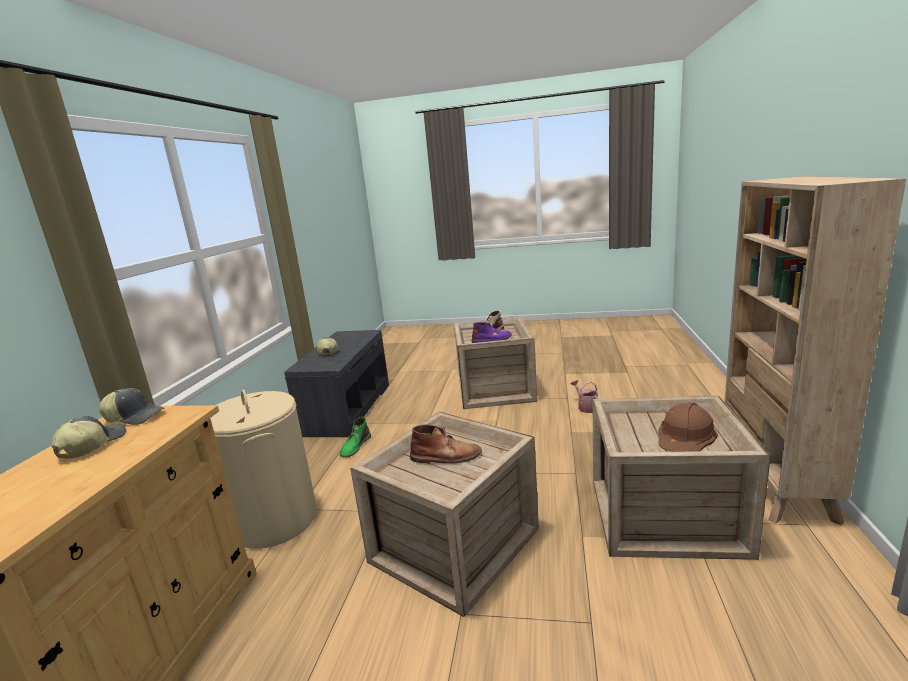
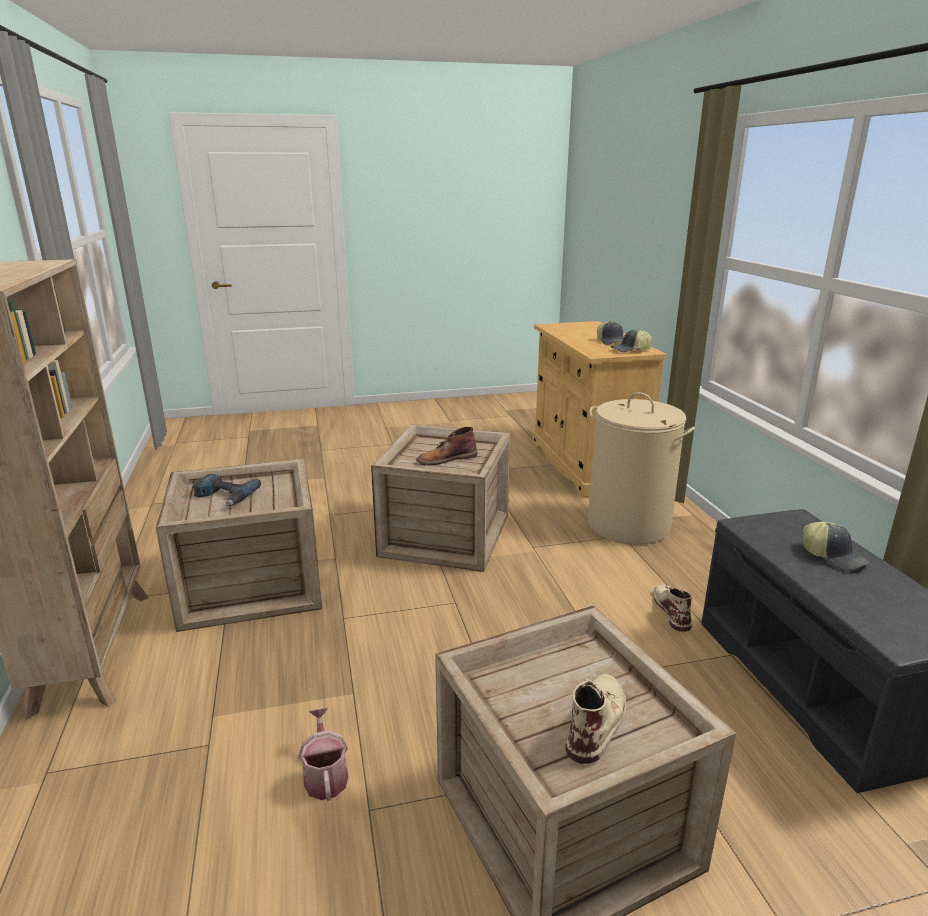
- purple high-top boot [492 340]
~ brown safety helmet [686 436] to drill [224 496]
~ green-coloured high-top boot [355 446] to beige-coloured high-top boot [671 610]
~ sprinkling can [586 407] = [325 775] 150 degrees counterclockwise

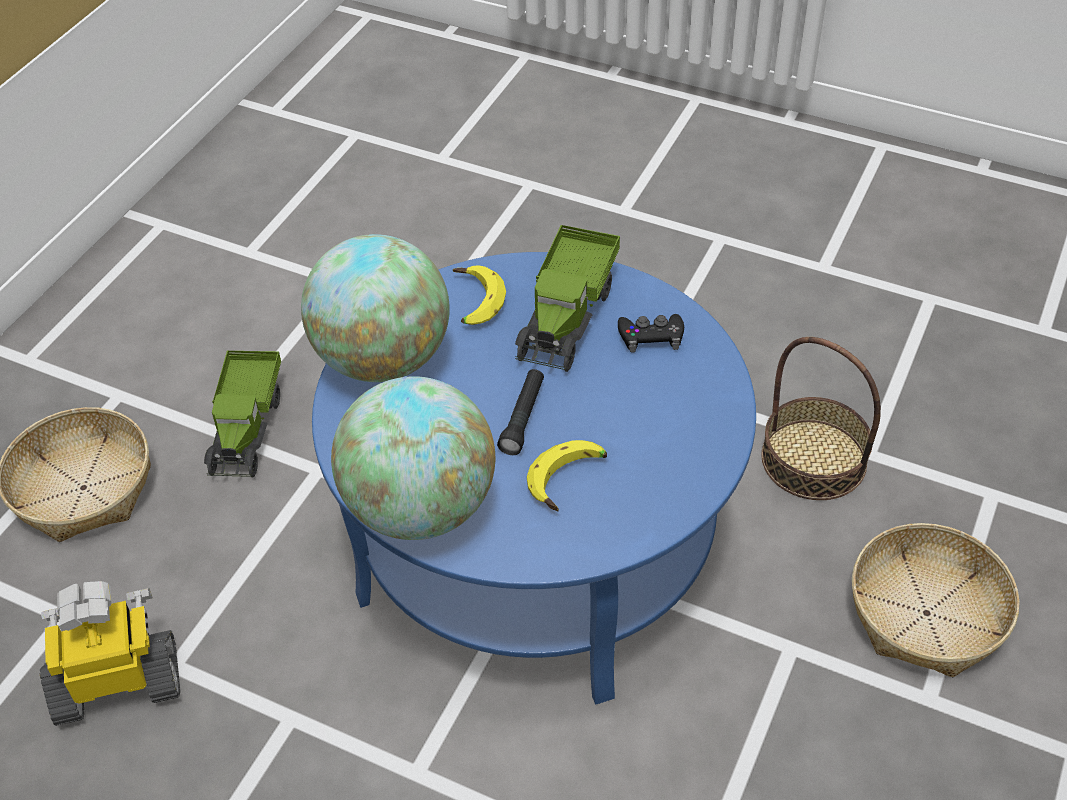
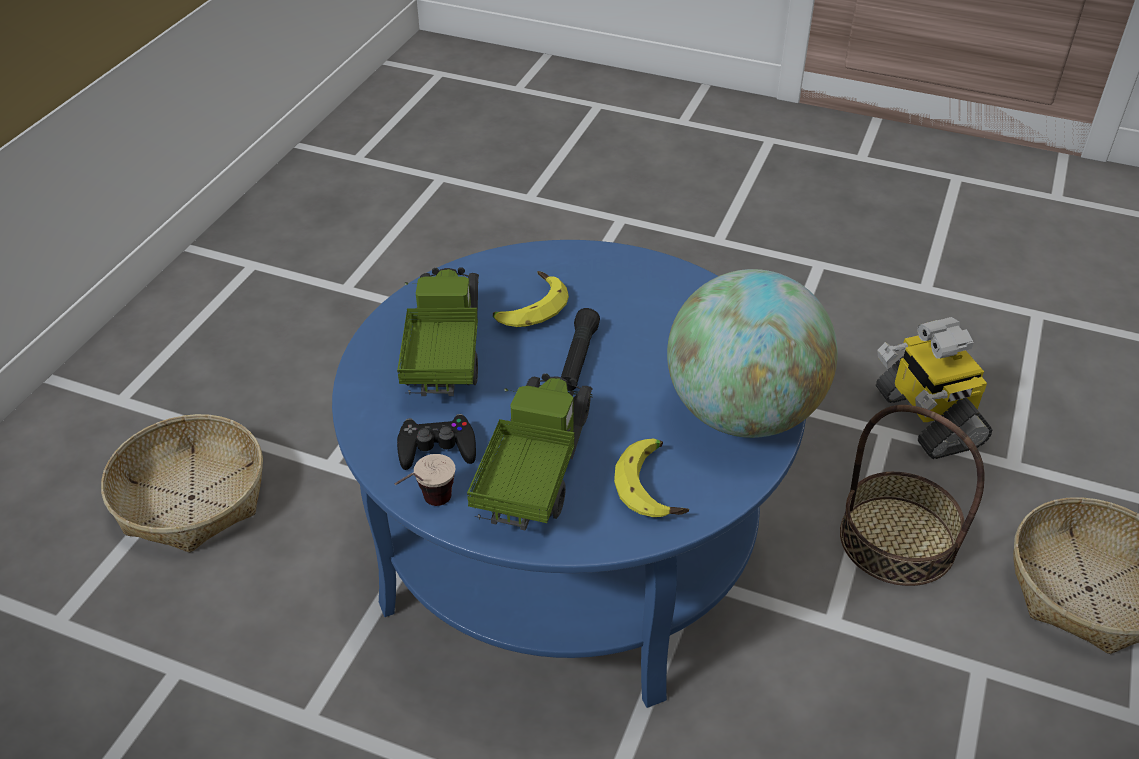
- desk globe [420 507]
+ drinking cup [426 507]
~ toy truck [248 428] to [444 351]
~ household basket [814 459] to [896 540]
~ model robot [119 682] = [926 417] 90 degrees clockwise

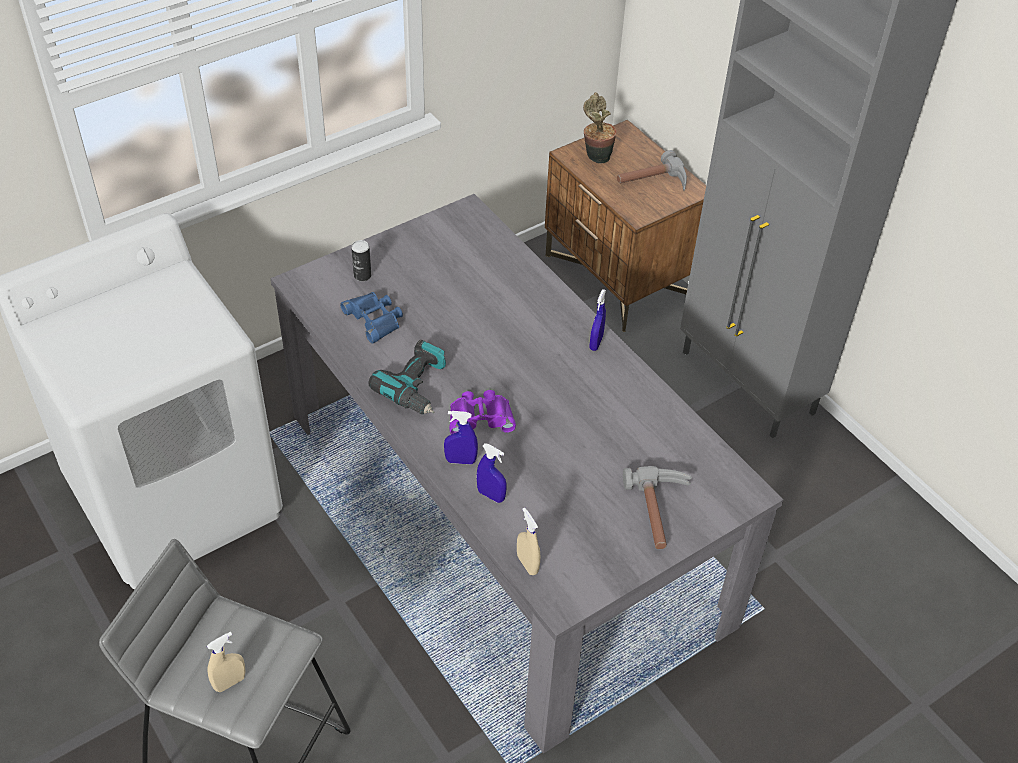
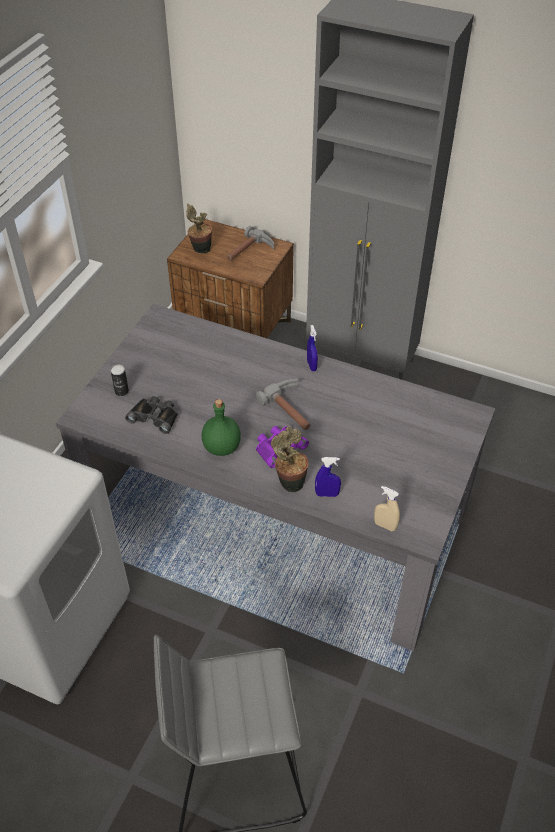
- beige-coloured sprayer [230 682]
~ tool hammer [662 512] to [293 408]
~ drill [417 387] to green-coloured bottle [221 448]
~ blue-coloured sprayer [460 461] to houseplant [289 482]
~ blue-coloured pair of binoculars [374 319] to black-coloured pair of binoculars [155 417]

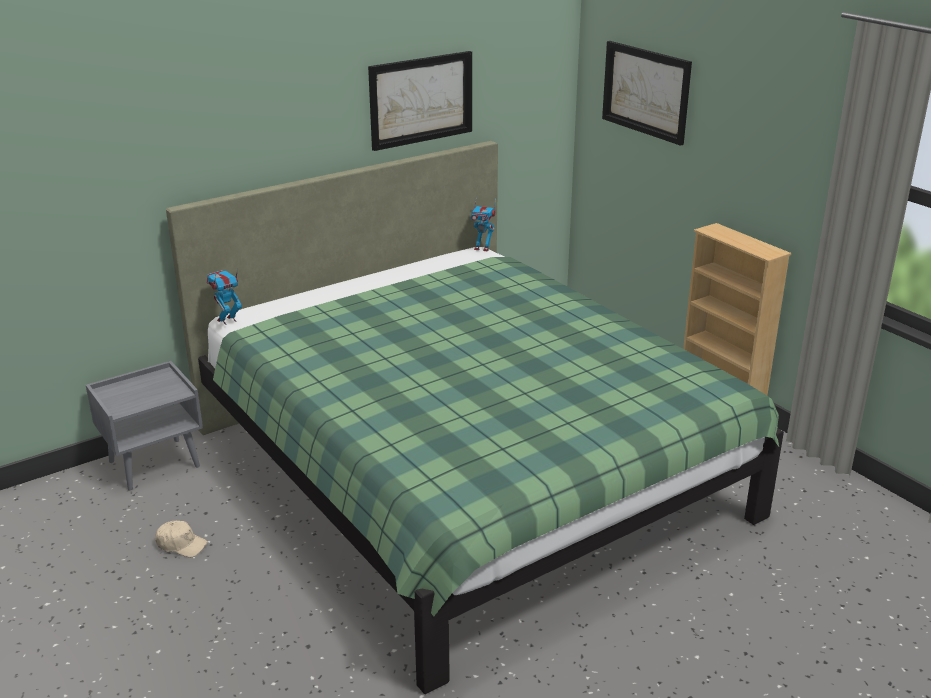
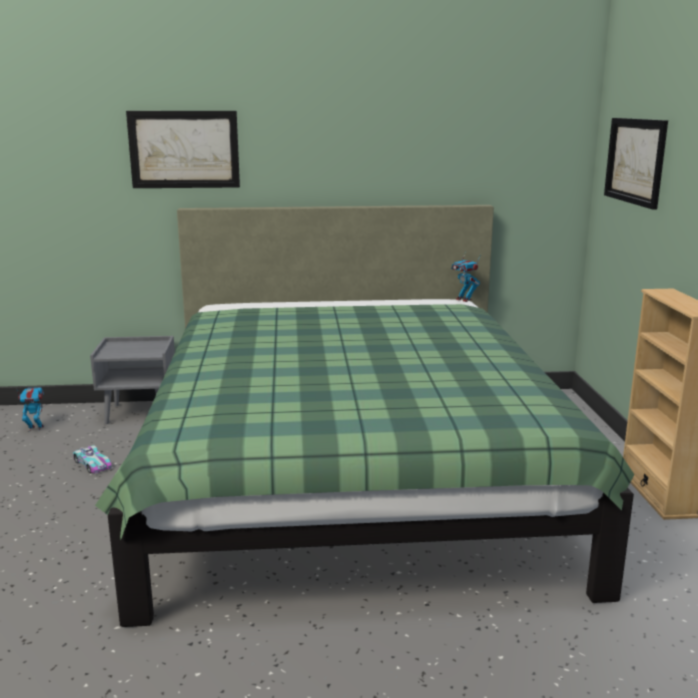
~ model robot [227 320] to [35 428]
~ wall picture [421 99] to [184 149]
~ beige-coloured baseball cap [181 545] to model car [92 464]

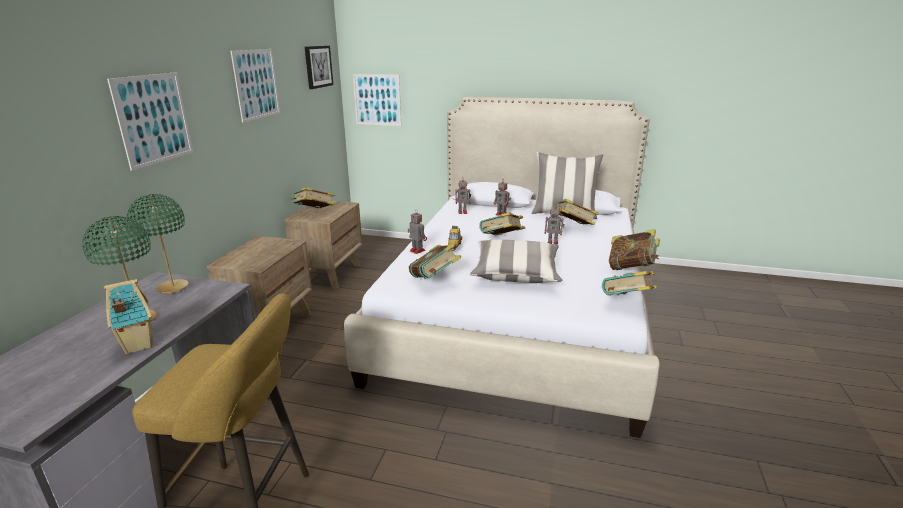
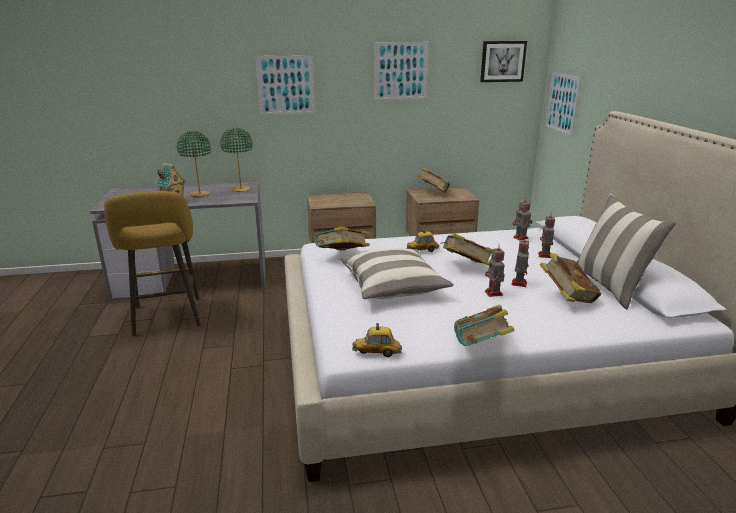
~ model robot [416 250] to [519 283]
~ book [627 303] to model car [377 353]

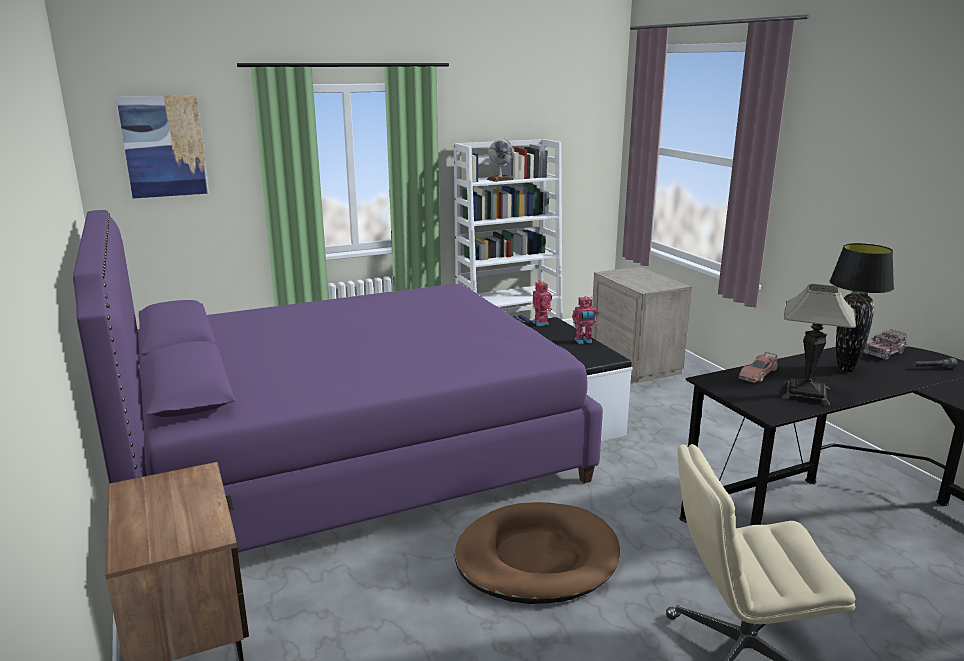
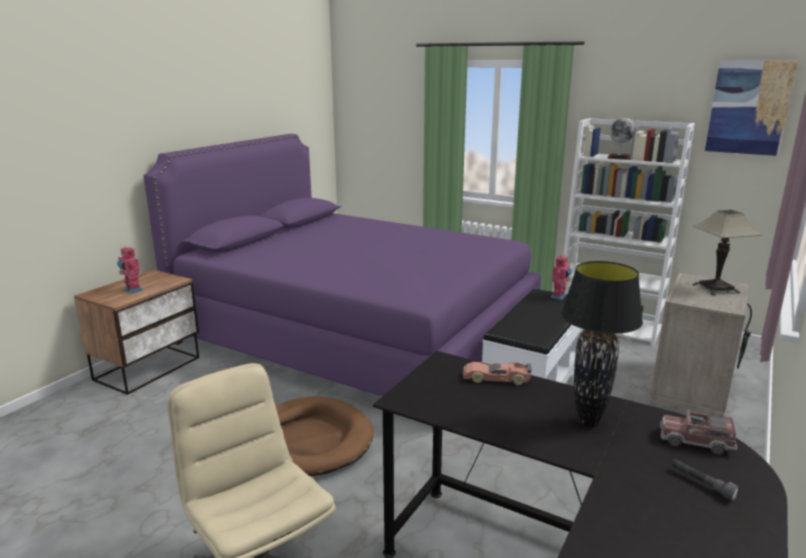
~ wall picture [164 146] to [749 108]
~ model robot [583 341] to [132 290]
~ table lamp [806 394] to [716 289]

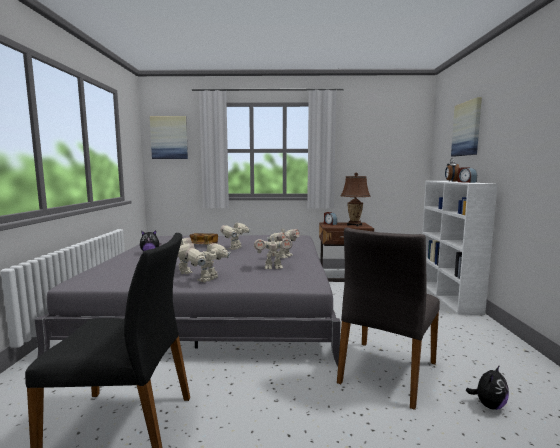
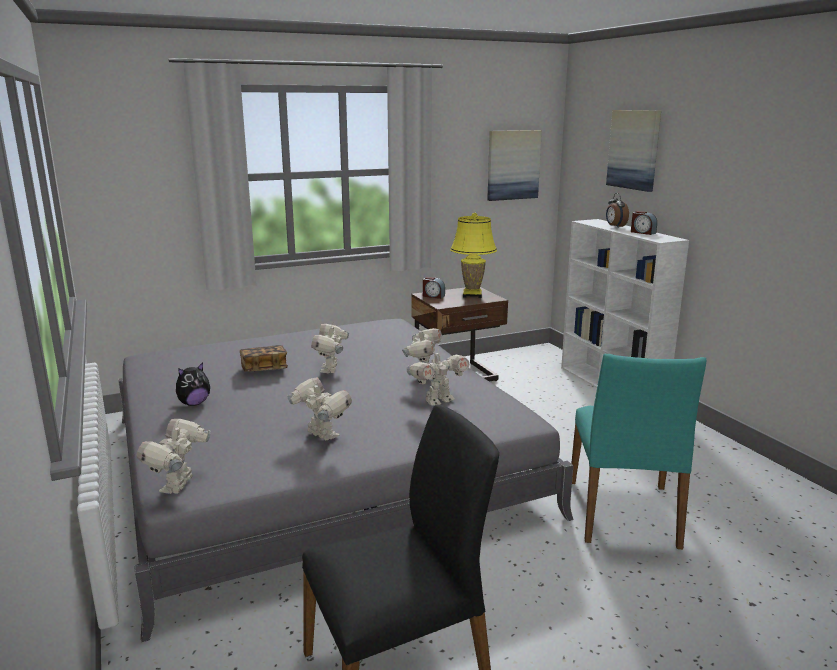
- cuddly toy [488 405]
~ wall picture [169 138] to [513 165]
~ model robot [209 280] to [179 486]
~ gray upright chair [386 372] to blue-green upright chair [624 513]
~ brown table lamp [354 225] to yellow table lamp [472 295]

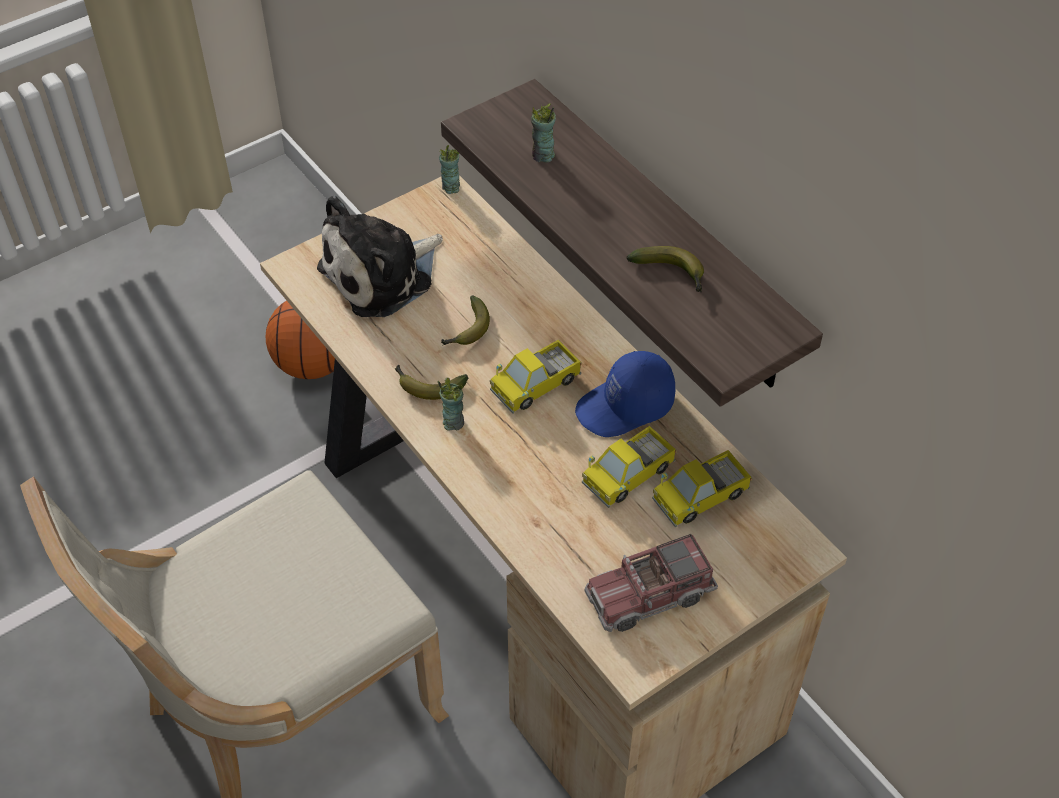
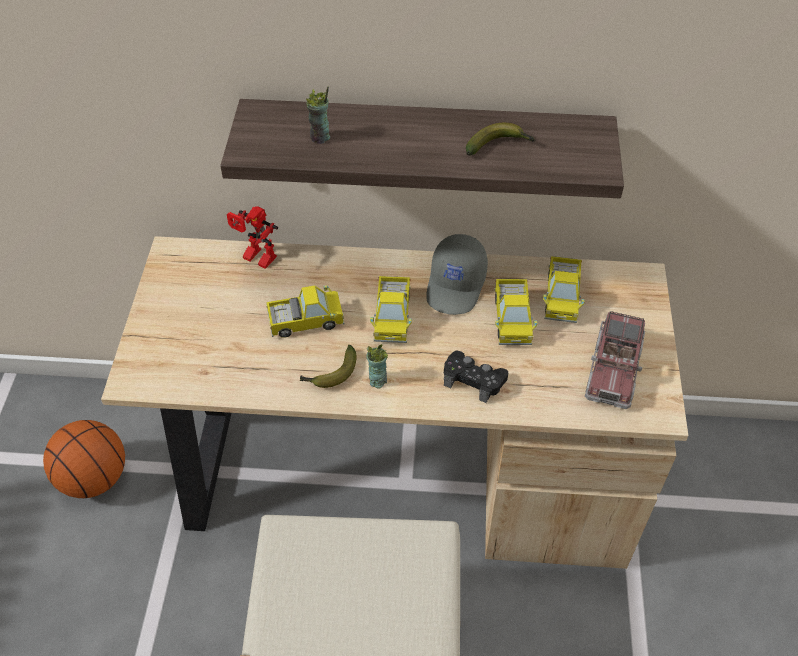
- cuddly toy [382 275]
- drinking cup [450 187]
+ model robot [255 259]
+ black-coloured game controller [473 380]
~ banana [467 330] to toy truck [306 321]
~ blue-coloured baseball cap [625 407] to gray baseball cap [456 285]

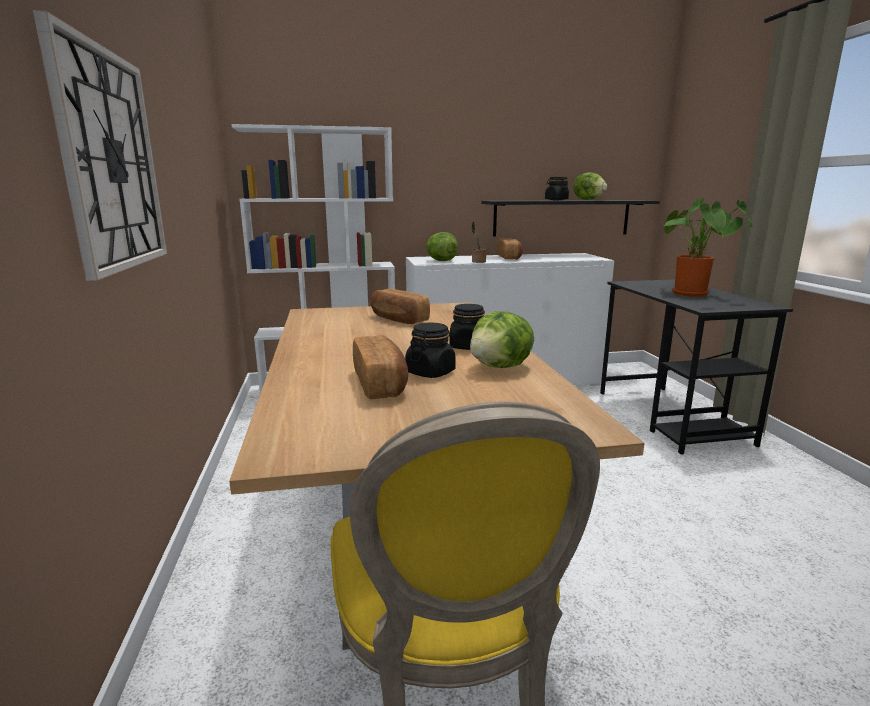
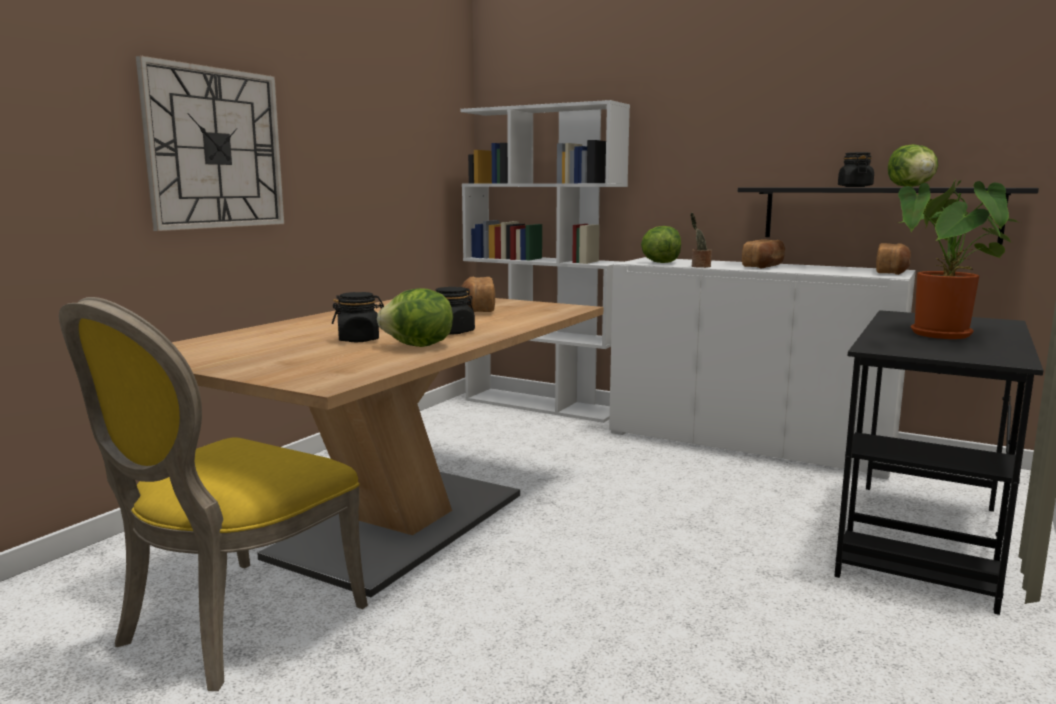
~ bread [381 383] to [892 272]

